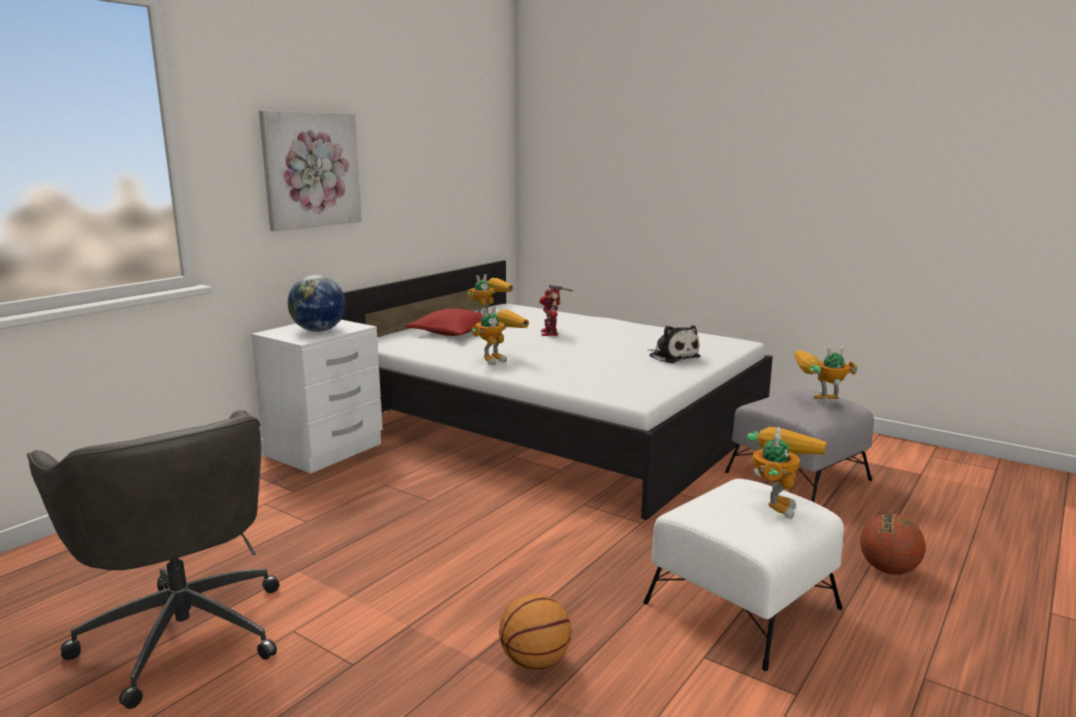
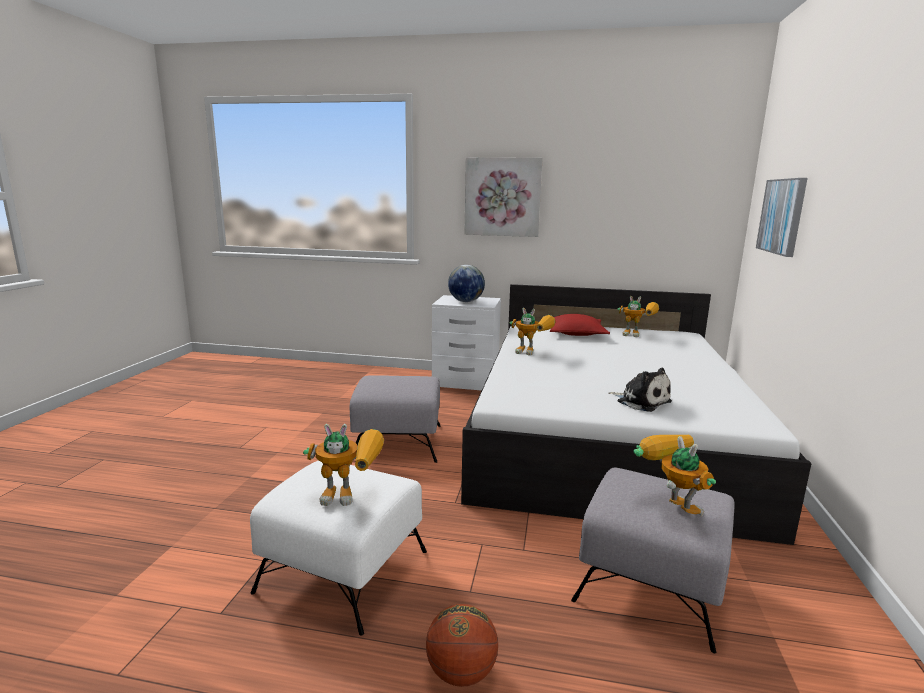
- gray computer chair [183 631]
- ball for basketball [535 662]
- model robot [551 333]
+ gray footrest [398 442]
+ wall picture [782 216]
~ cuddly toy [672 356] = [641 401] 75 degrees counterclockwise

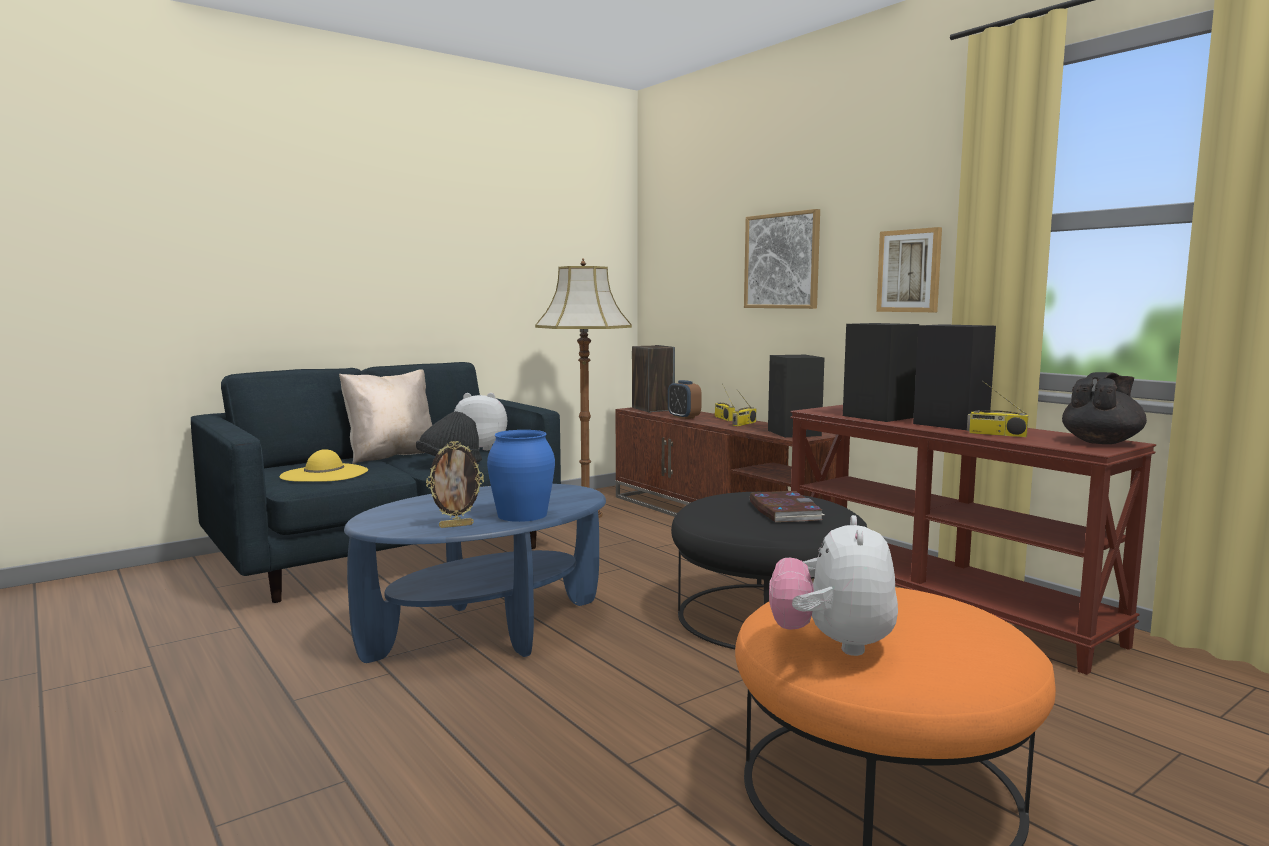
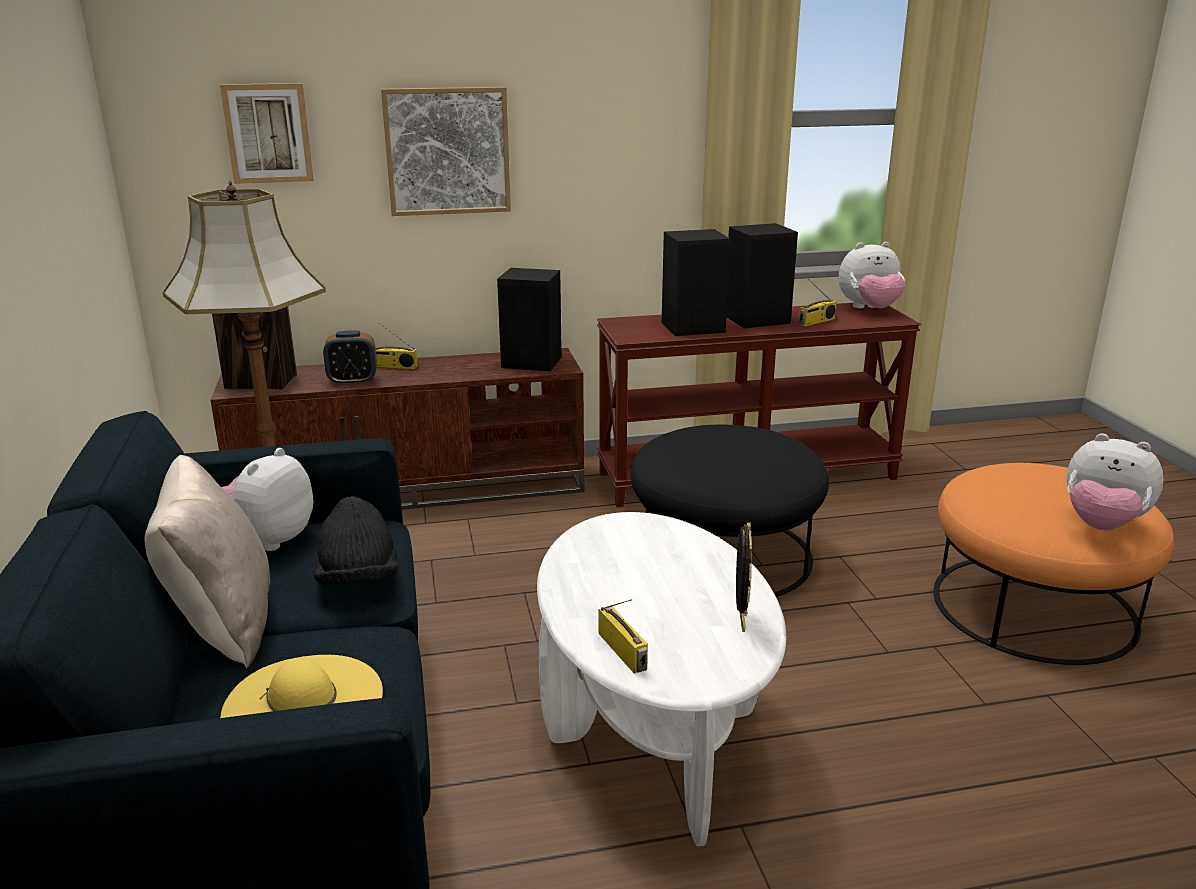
- blue-coloured flower vase [522 515]
- book [784 511]
~ radio [744 424] to [624 652]
~ wall picture [909 271] to [268 133]
~ black-coloured pot for tea [1101 442] to cuddly toy [869 309]
~ blue-coloured low table [487 629] to white low table [653 728]

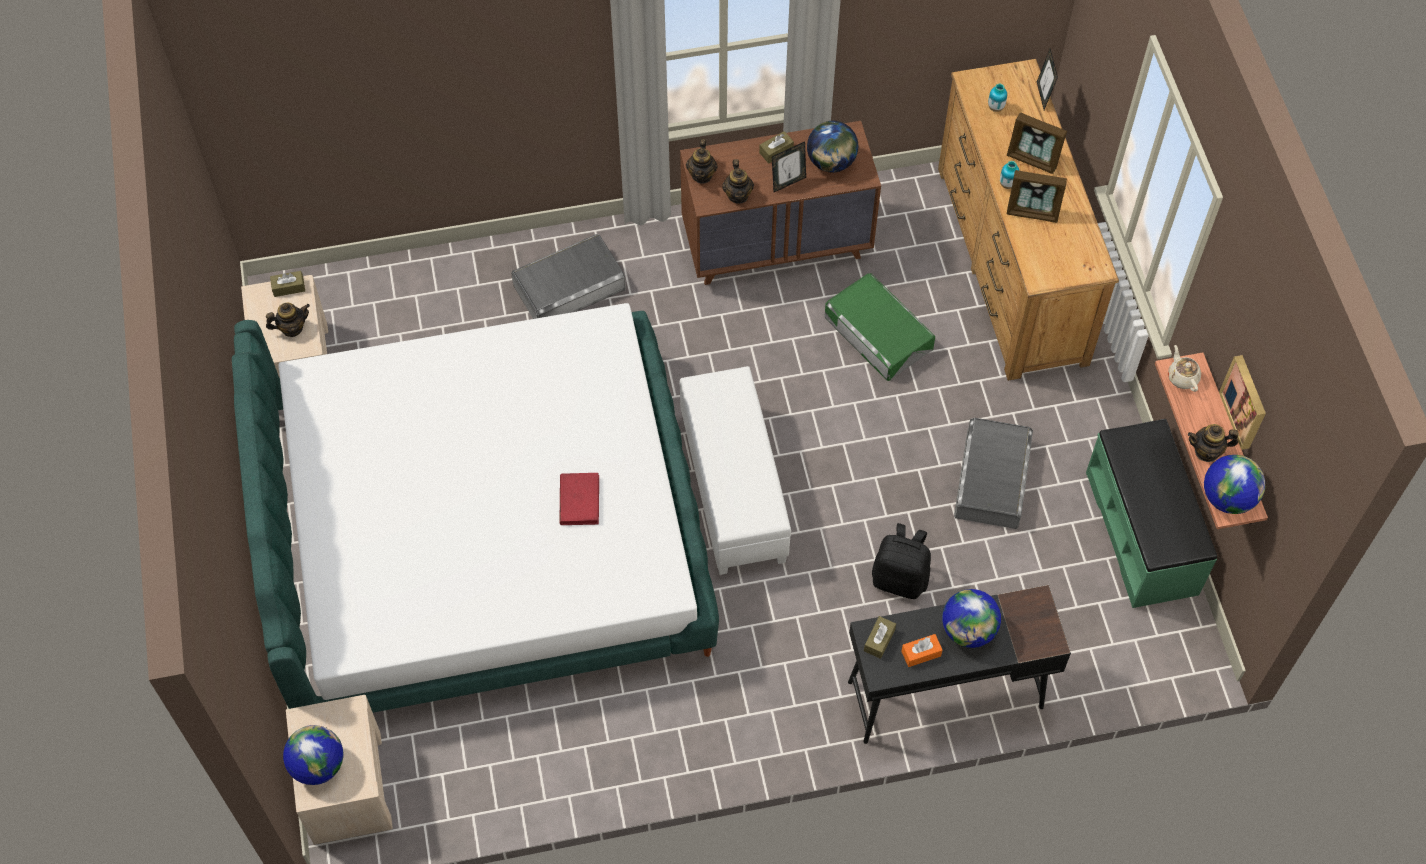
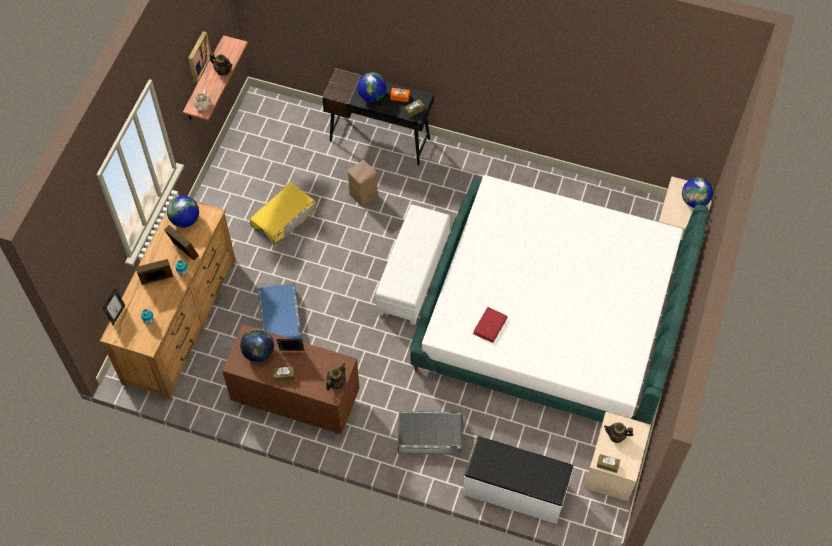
- pot for tea [738 195]
- green-coloured bench [1142 532]
+ white bench [515 490]
~ red book [579 500] to [490 326]
~ desk globe [1227 498] to [185 220]
~ black-coloured knapsack [900 578] to beige-coloured stool seat [362 195]
~ green-coloured storage bin [878 333] to blue-coloured storage bin [280 319]
~ gray storage bin [992 479] to yellow storage bin [283 217]
~ picture frame [1033 159] = [157 280] 75 degrees counterclockwise

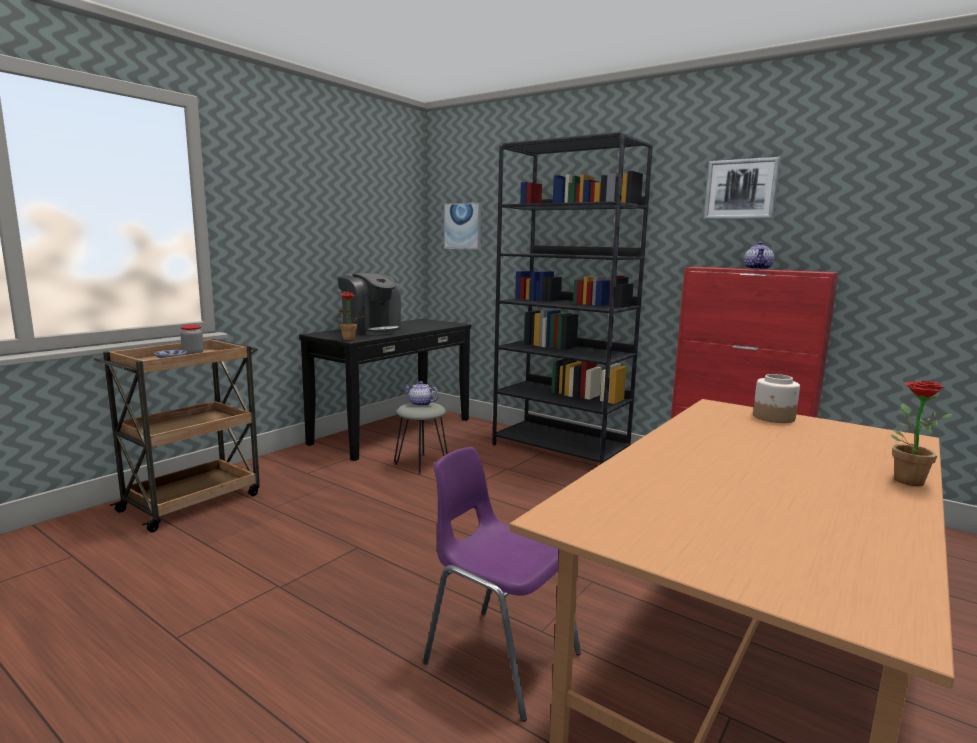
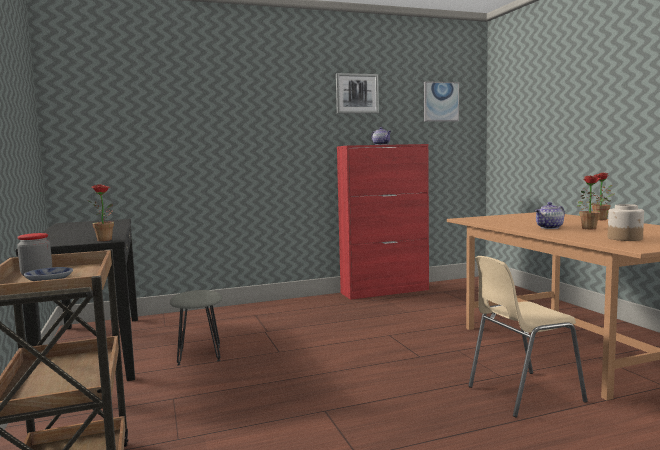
- coffee machine [371 330]
- black-coloured shelving unit [560 449]
+ houseplant [592 228]
~ pot for tea [420 404] to [549 228]
~ wall picture [463 226] to [440 102]
~ jar [774 418] to [625 238]
~ purple upright chair [499 657] to beige-coloured upright chair [521 394]

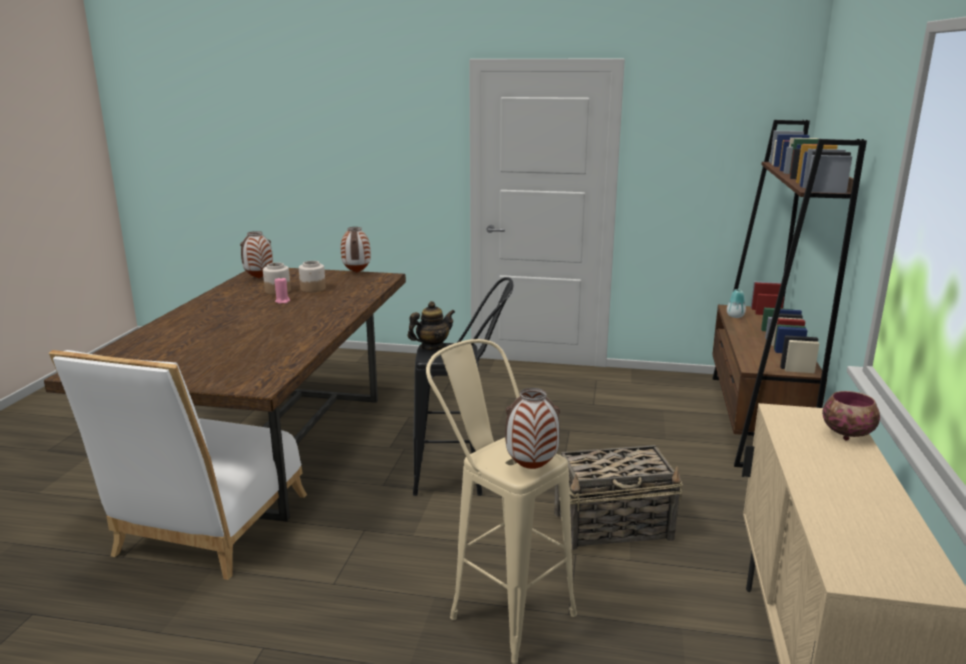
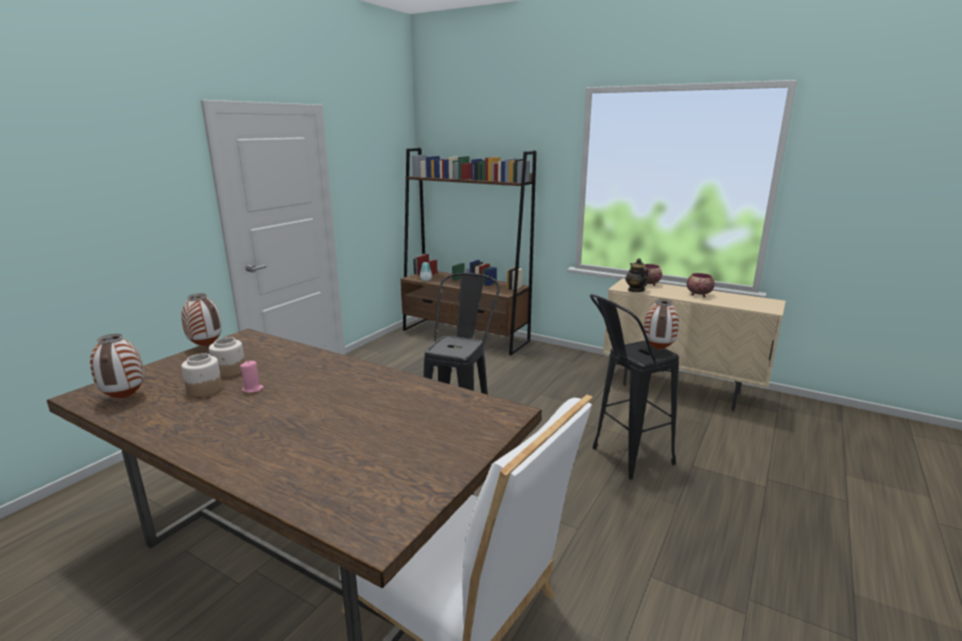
- household basket [614 526]
+ serving bowl [698 294]
~ pot for tea [432 347] to [636 290]
~ beige-coloured stool seat [499 607] to black-coloured stool seat [622 459]

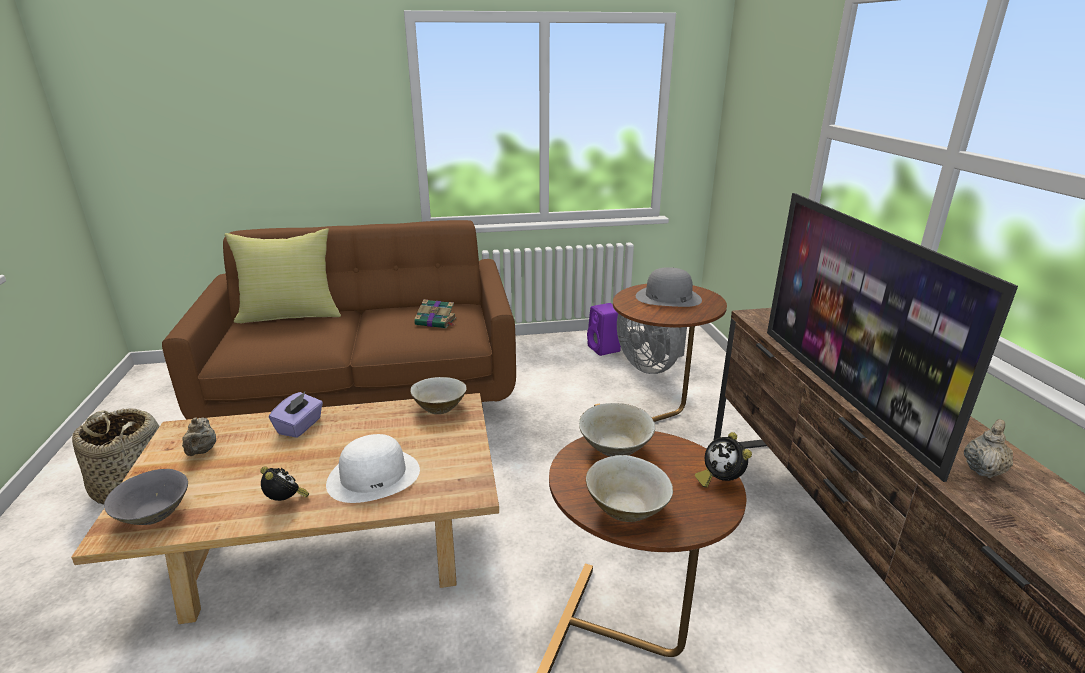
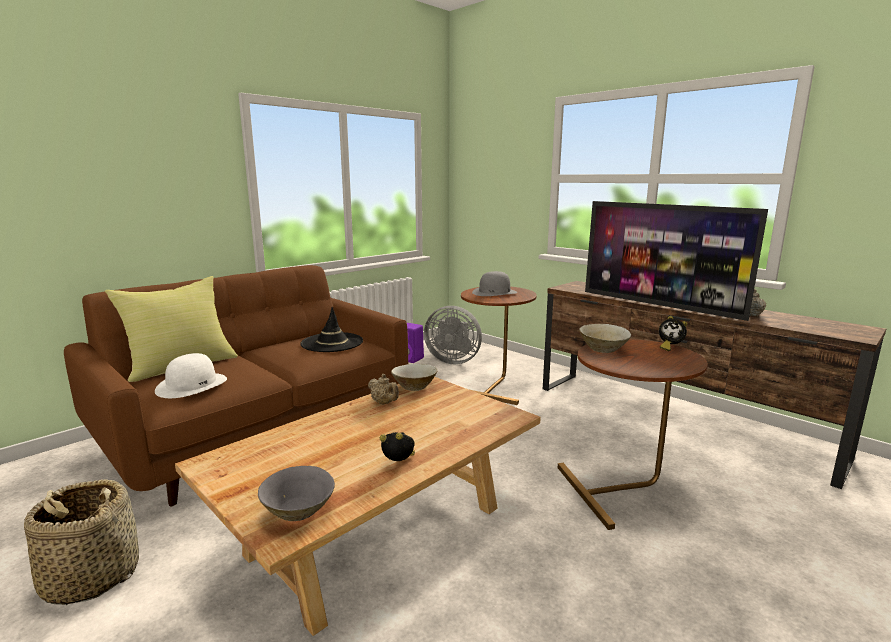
- purple box of tissues [300 426]
- beige-coloured serving bowl [627 509]
~ beige-coloured pot for tea [202 451] to [384 403]
~ white wearable hat [374 476] to [192 385]
~ book [436 322] to black-coloured wearable hat [332 343]

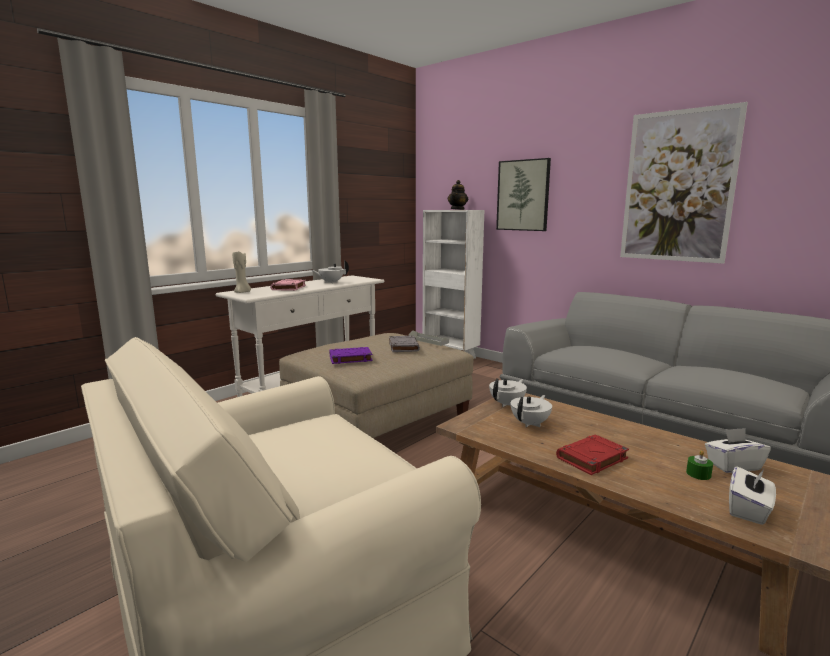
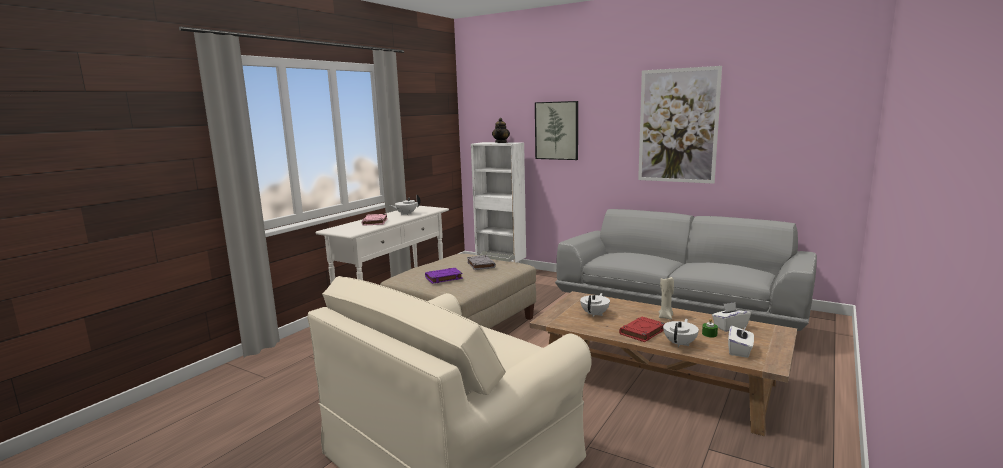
~ beige-coloured wax light [242 292] to [666 317]
~ white pot for tea [507 404] to [680 344]

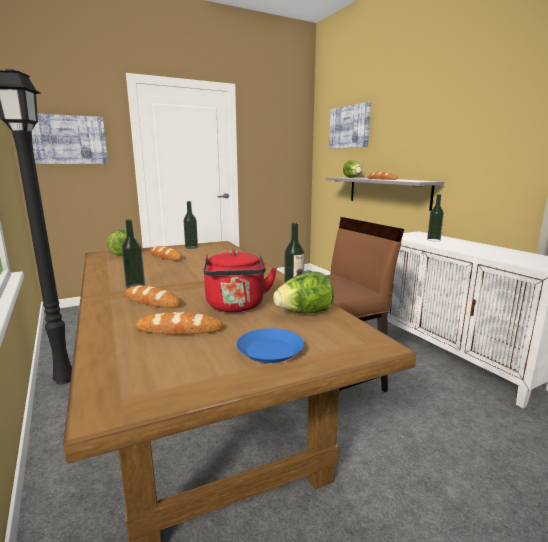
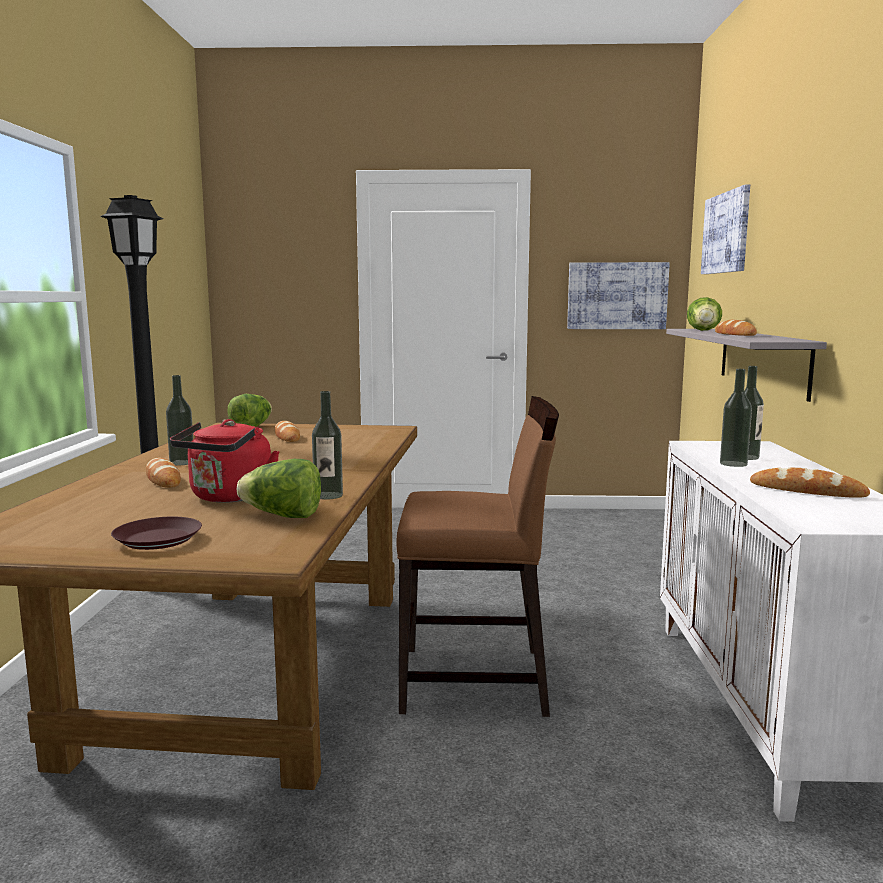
~ wall picture [67 140] to [617 296]
~ bread [179 329] to [807 490]
~ bottle [191 247] to [733 464]
~ blue-coloured plate [269 351] to brown plate [157 540]

